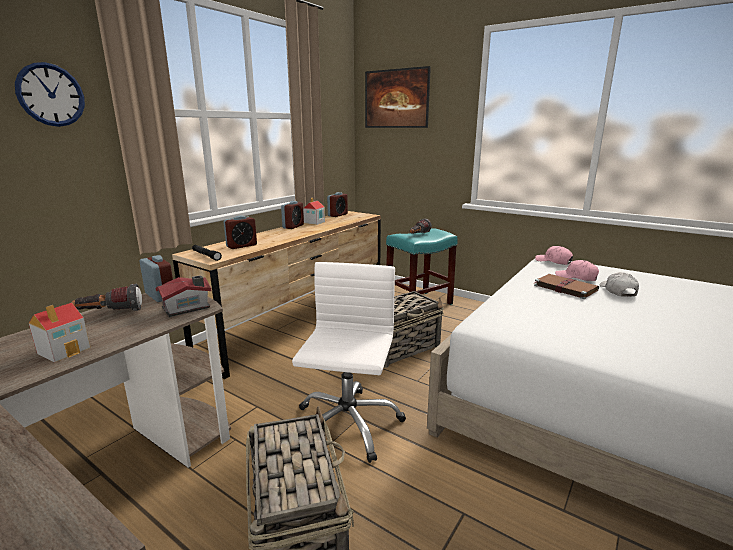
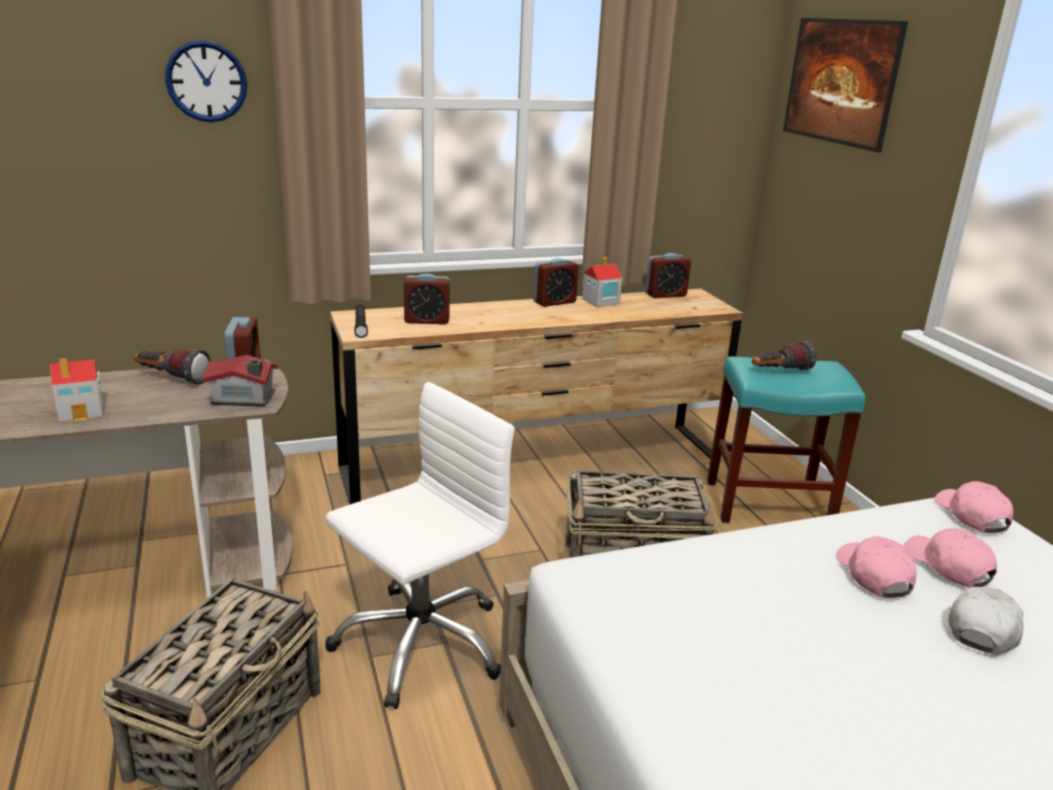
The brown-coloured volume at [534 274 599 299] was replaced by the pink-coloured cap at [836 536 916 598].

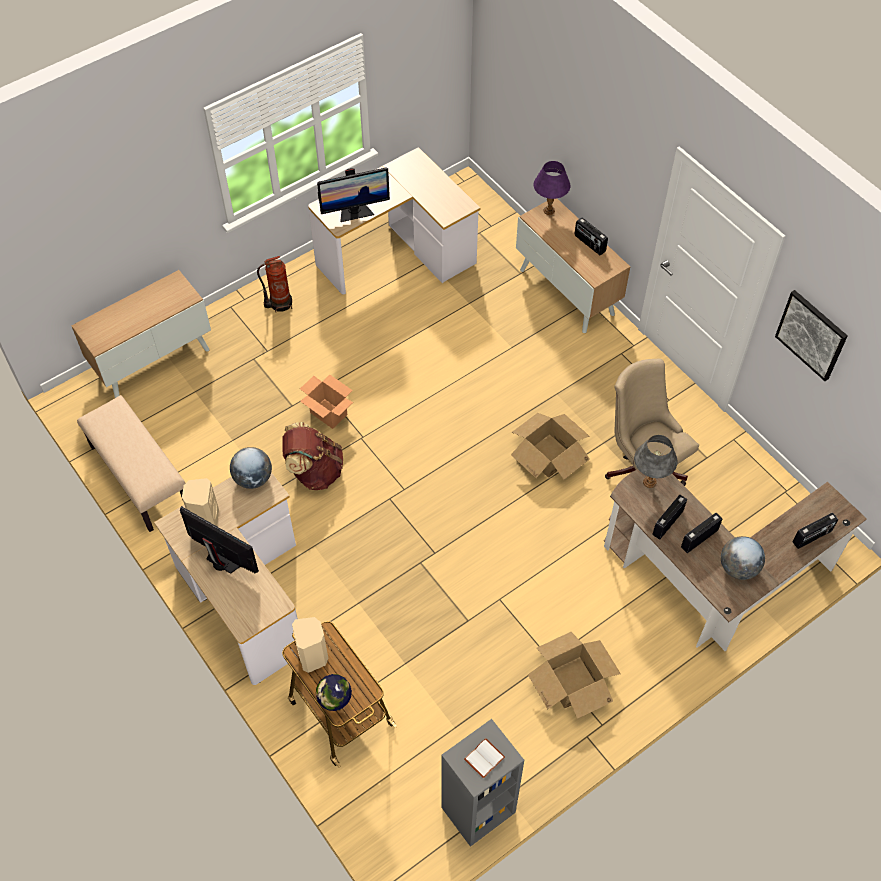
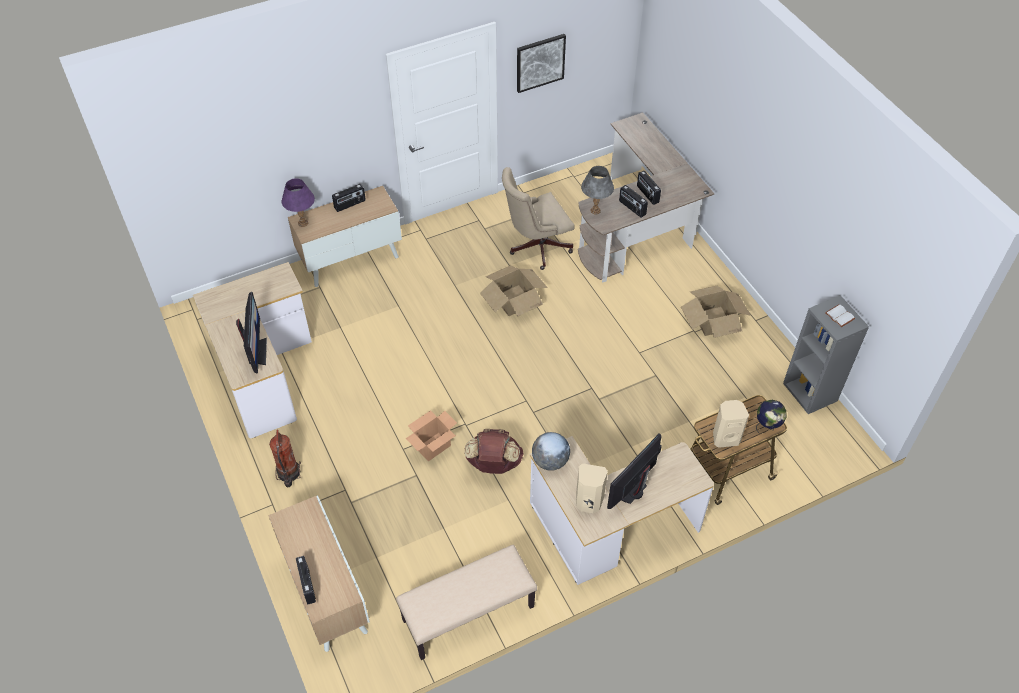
The radio set moved from [792 513 838 549] to [296 556 316 605]. The desk globe at [721 536 765 580] disappeared.

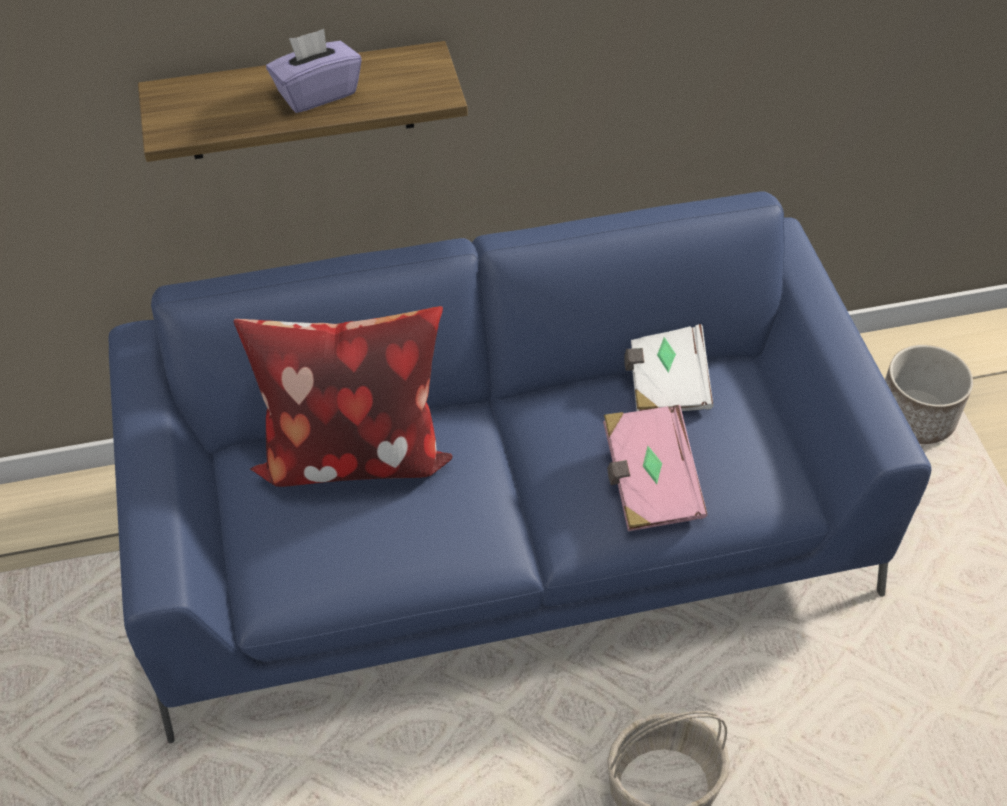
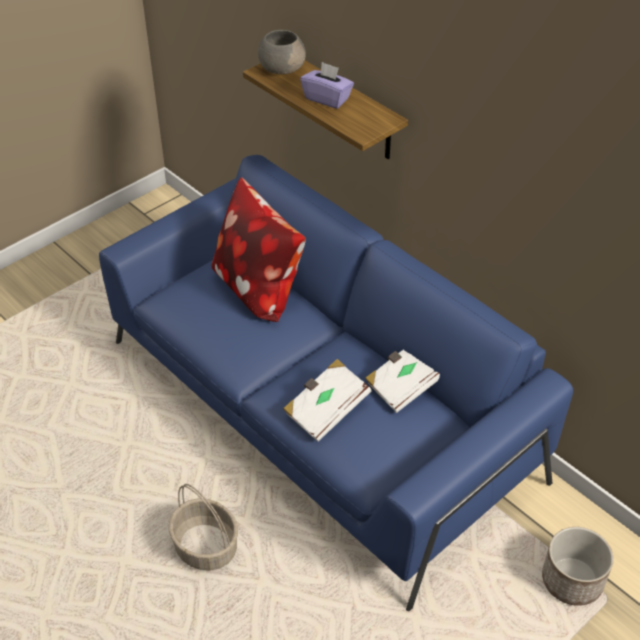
The grey deep dish at [258 30 306 74] appeared. The pink-coloured volume at [603 405 708 531] became the whitish volume at [283 359 372 442].

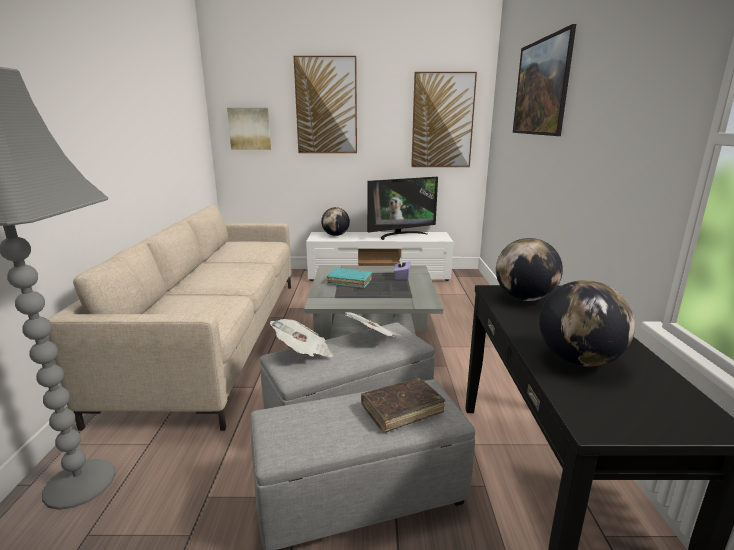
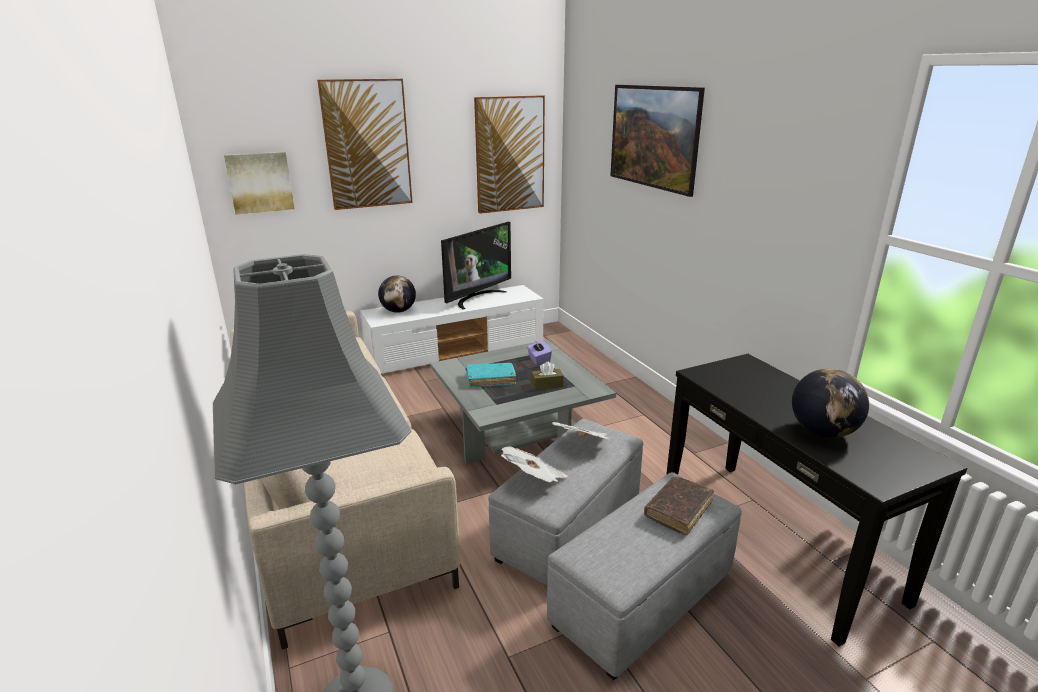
The brown-coloured tissue box at [531 362 564 390] appeared. The desk globe at [496 238 563 301] disappeared.

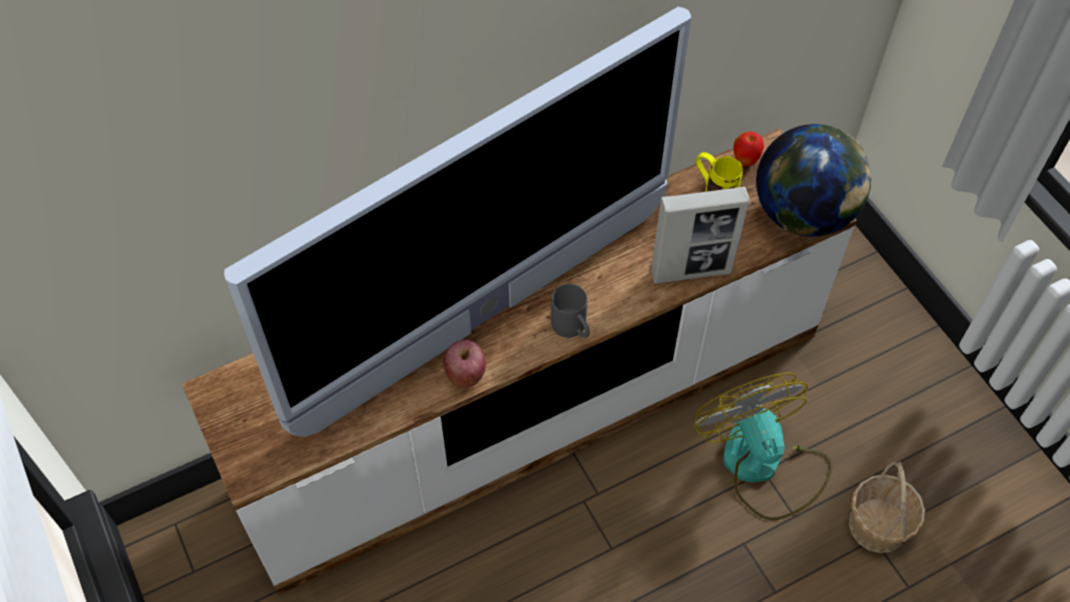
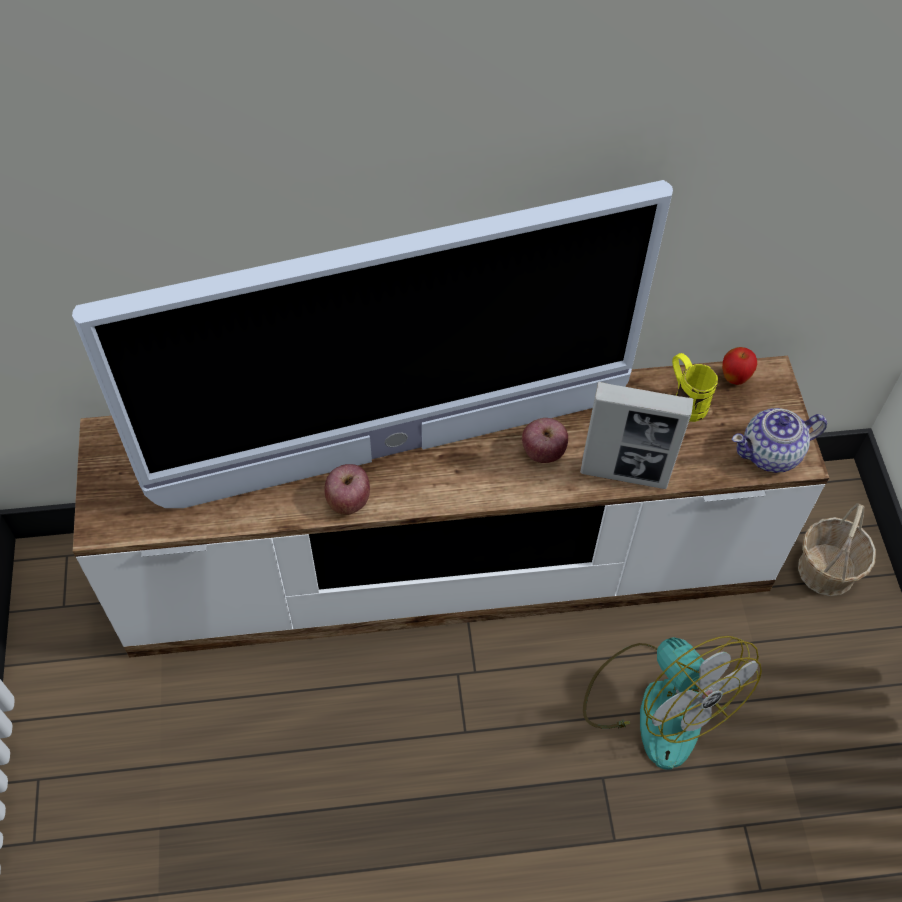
The whole apple at [522 418 568 463] appeared. The cooling fan at [694 373 833 521] turned 150 degrees clockwise. The desk globe at [756 124 871 237] was replaced by the teapot at [732 408 827 473]. The basket moved from [849 462 925 553] to [798 503 876 596]. The grey tea mug at [551 284 590 338] disappeared.

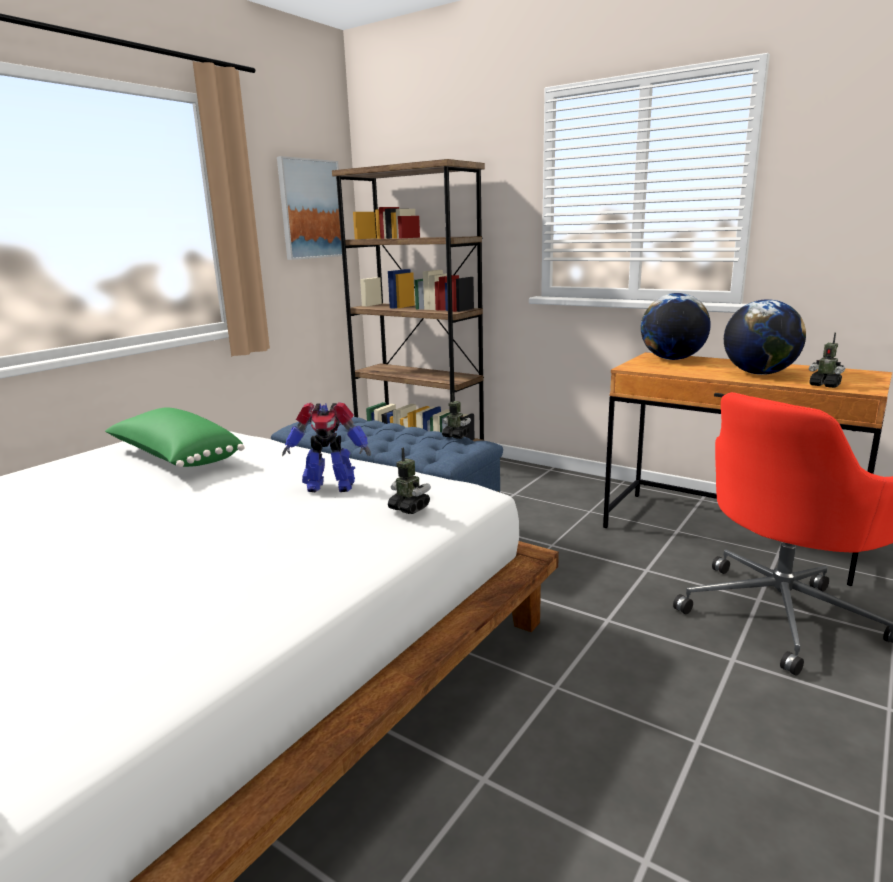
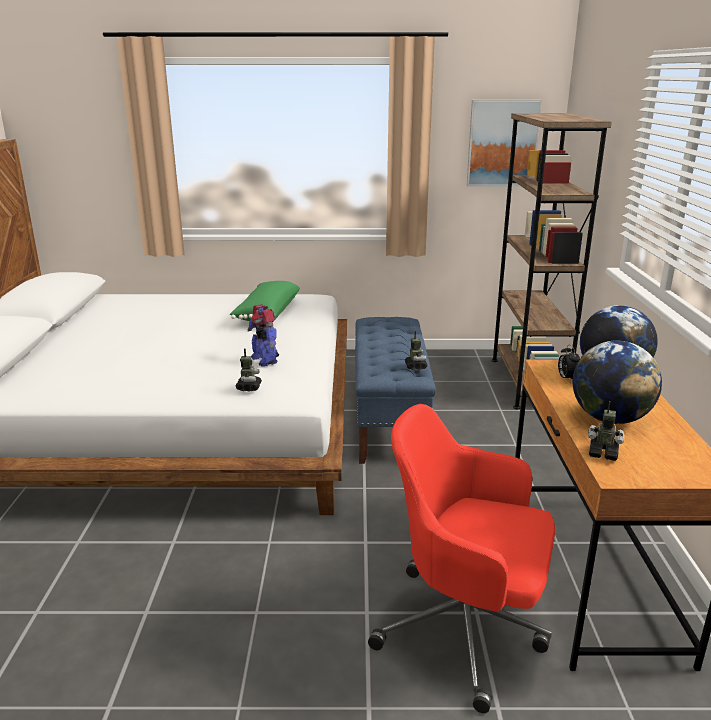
The table clock at [558 345 580 381] appeared. The robot figure at [809 332 845 388] turned 105 degrees clockwise.

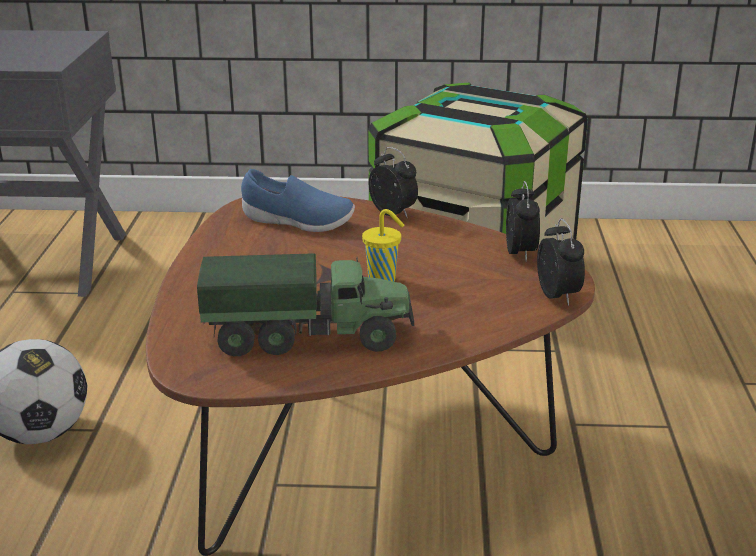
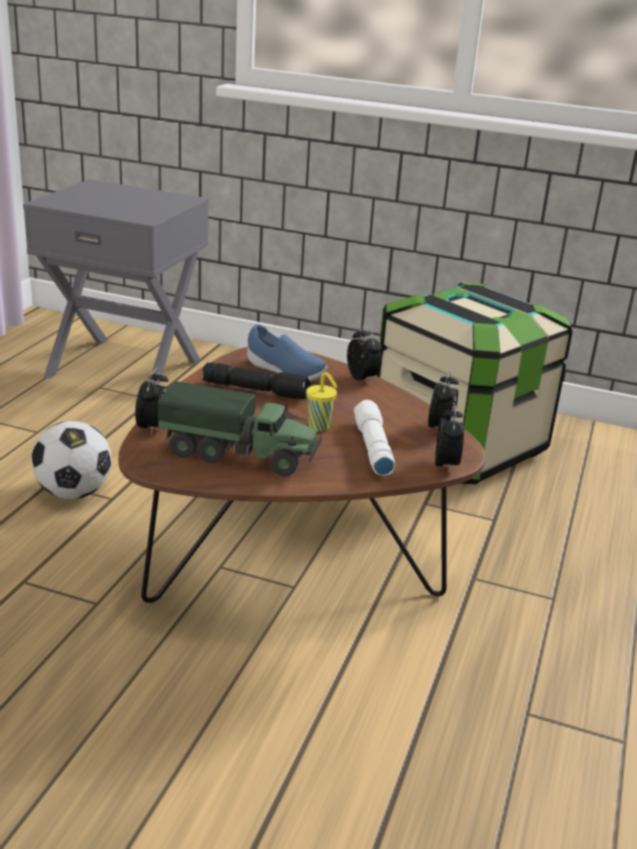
The table clock at [135 368 169 436] appeared. The black hand torch at [202 362 312 399] appeared. The whitish hand torch at [354 400 395 475] appeared.

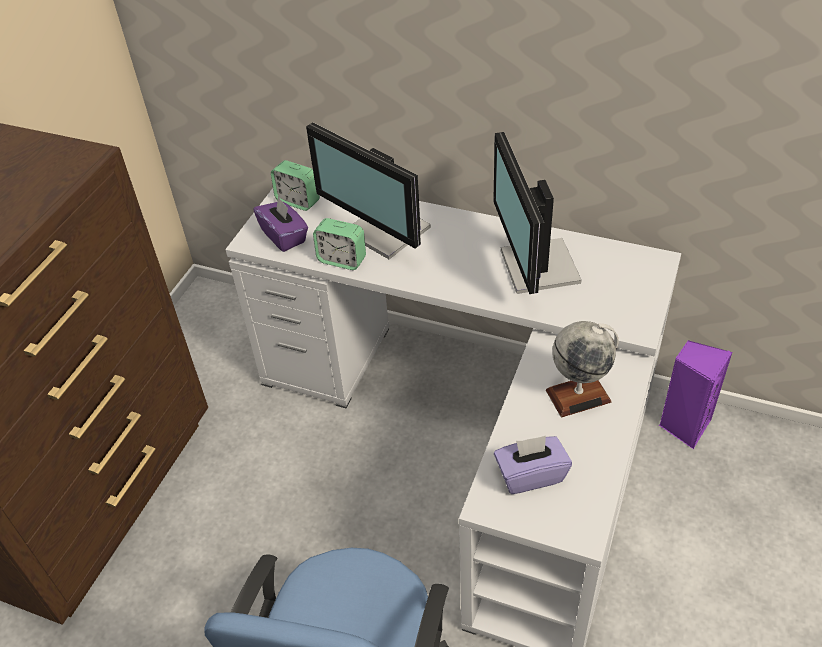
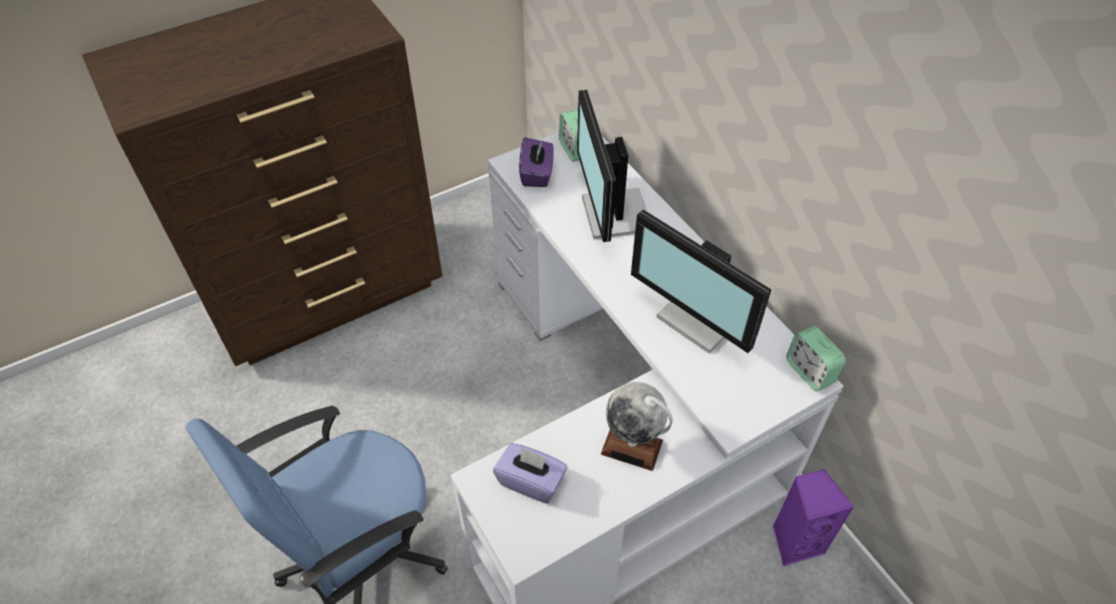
The computer screen at [493 132 581 294] turned 75 degrees counterclockwise. The table clock moved from [313 218 366 270] to [787 326 846 391].

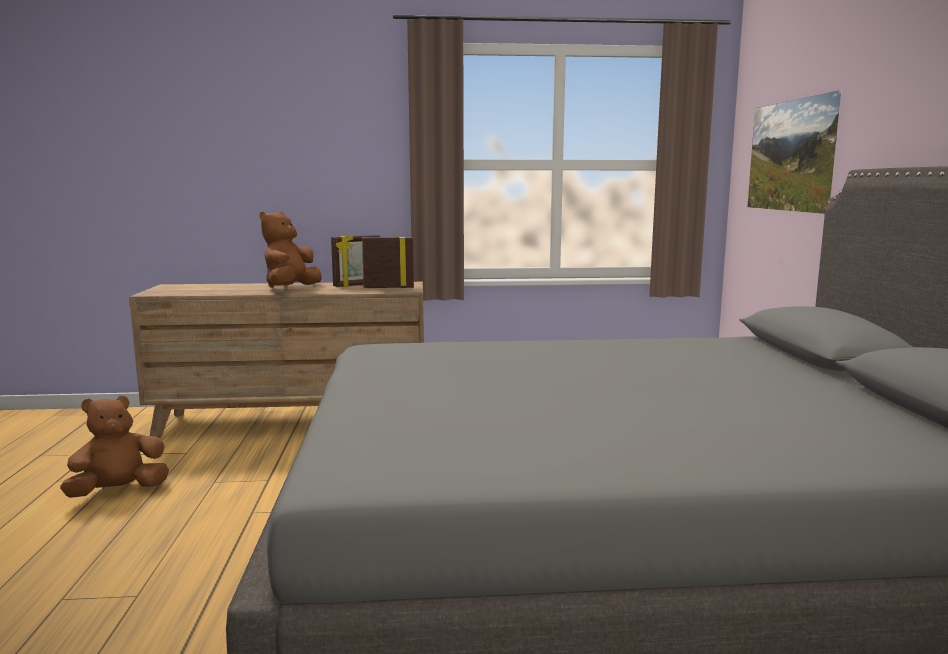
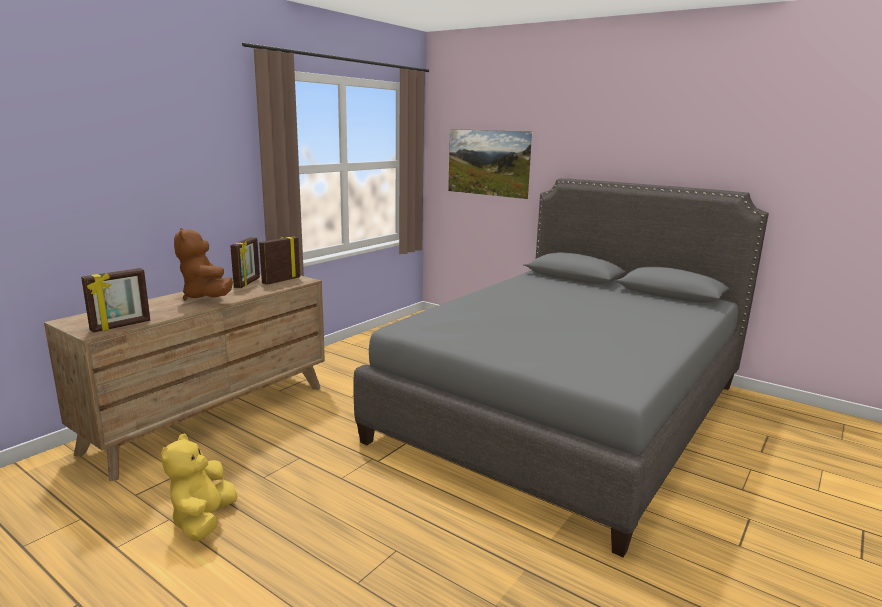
The photo frame at [81 268 150 333] appeared. The brown-coloured plush toy at [60 396 169 498] became the yellow-coloured plush toy at [161 433 237 541].

